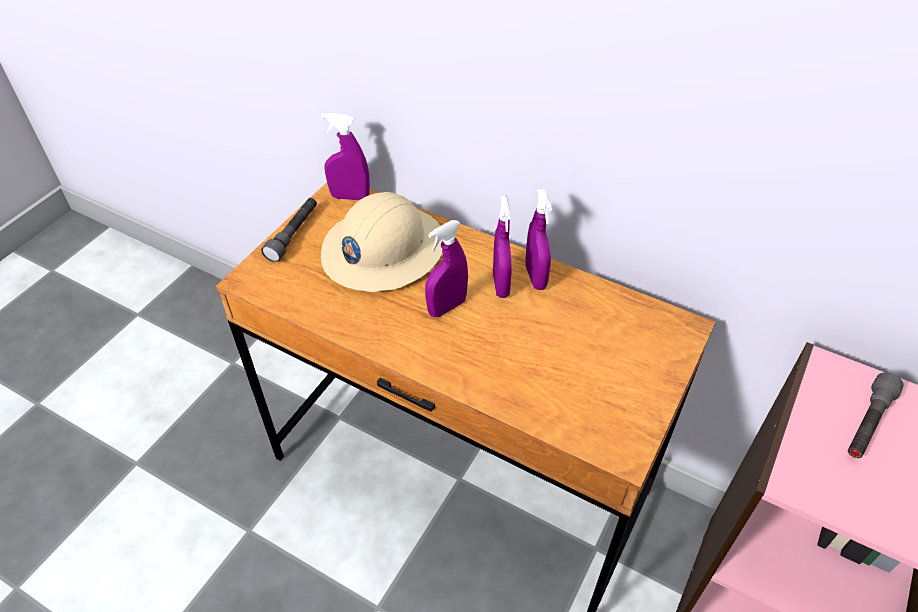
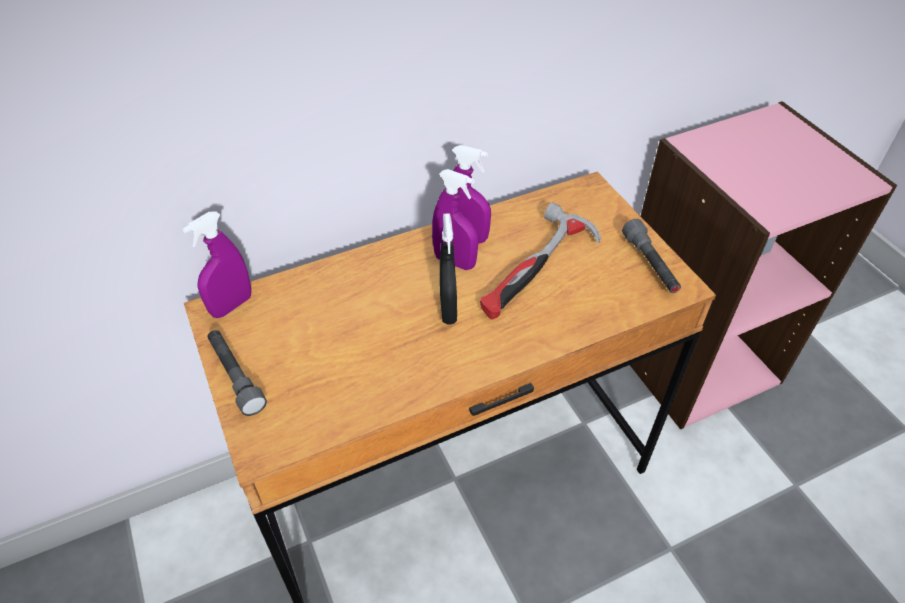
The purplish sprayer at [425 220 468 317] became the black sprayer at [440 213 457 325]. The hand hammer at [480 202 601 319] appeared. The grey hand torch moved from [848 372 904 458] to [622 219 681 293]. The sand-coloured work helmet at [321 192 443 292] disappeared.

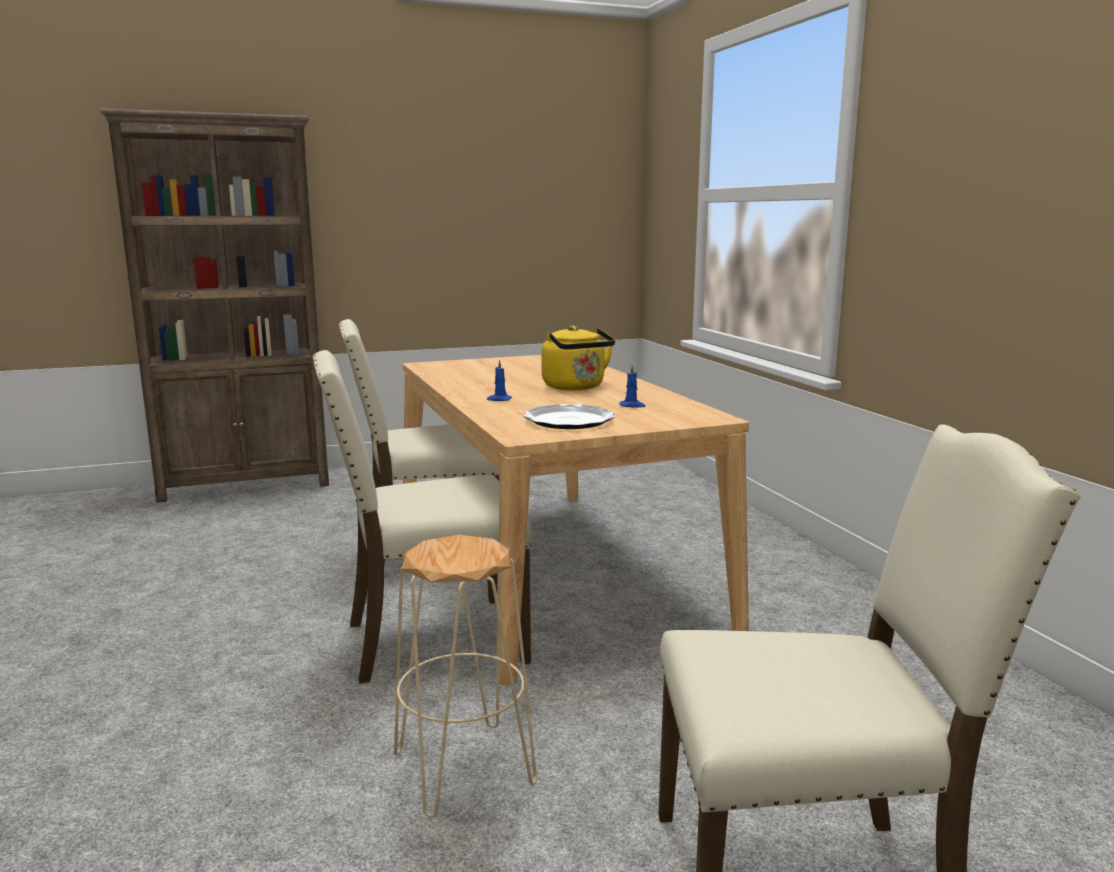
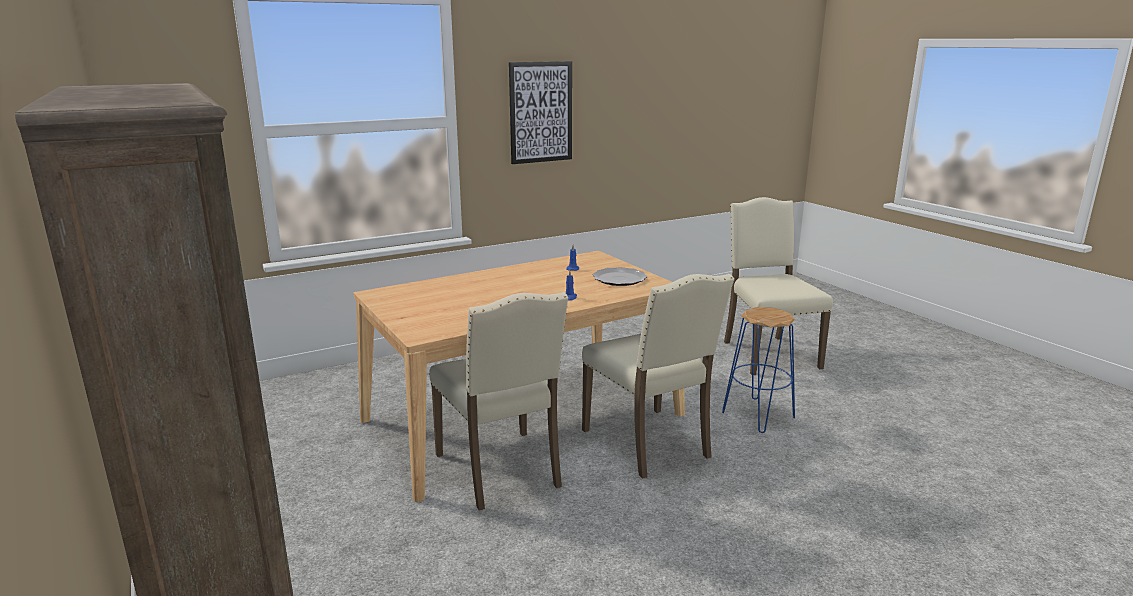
The wall picture at [509 61 572 164] appeared. The sand-coloured stool seat at [394 535 537 818] became the blue stool seat at [722 307 795 433]. The yellow-coloured kettle at [542 325 615 390] disappeared.

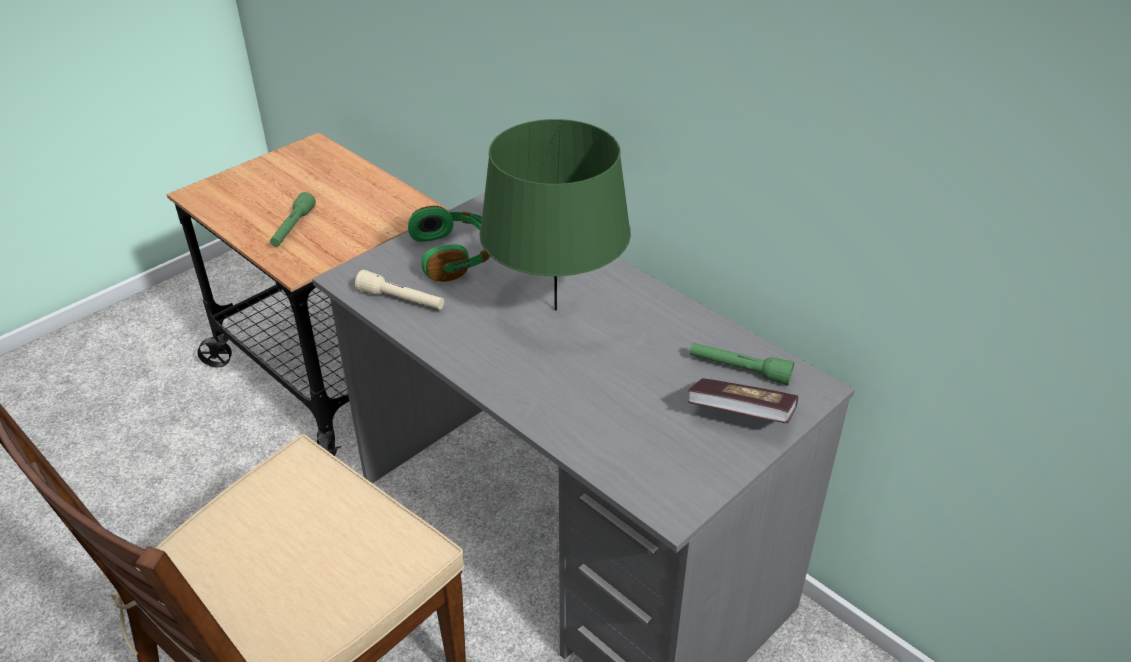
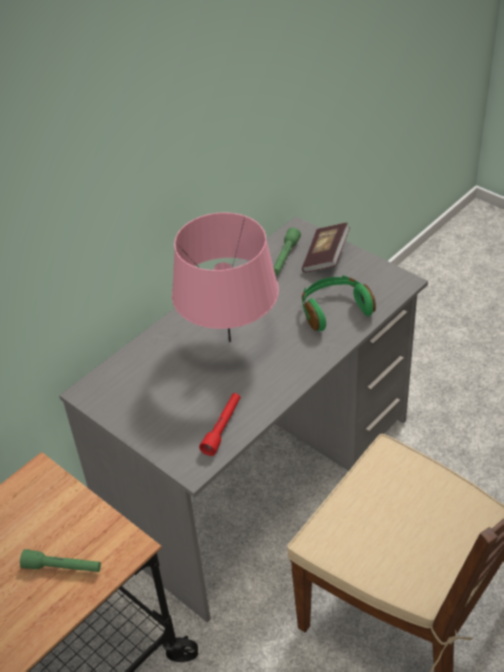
The green-coloured lamp for a table at [479 119 631 311] became the pink-coloured lamp for a table at [172 212 279 342]. The sand-coloured hand torch at [355 270 444 310] became the red-coloured hand torch at [199 393 241 456]. The green-coloured headphones moved from [408 206 491 282] to [302 275 376 331].

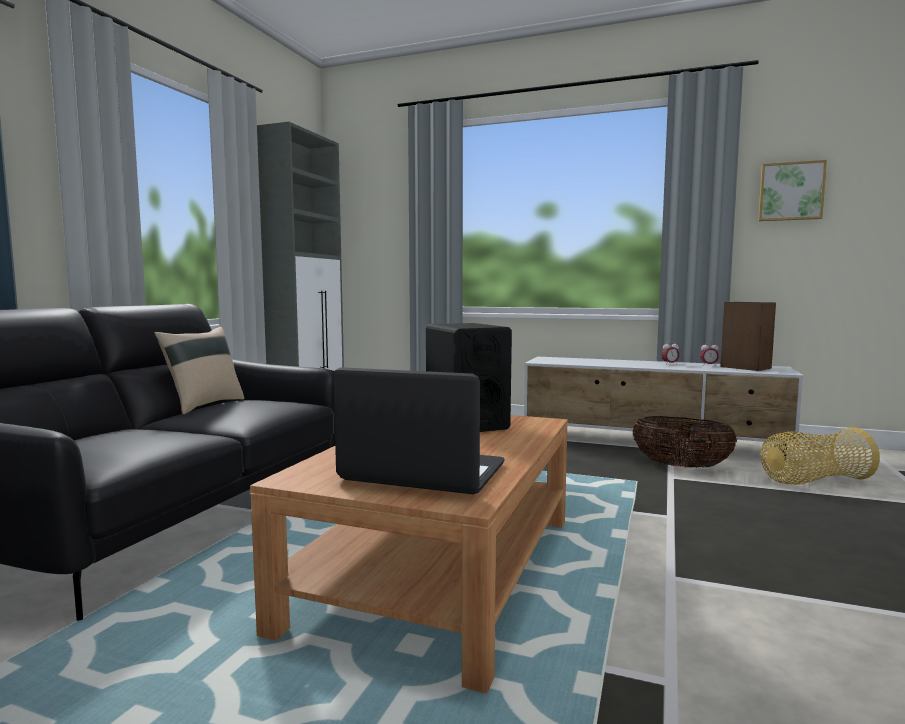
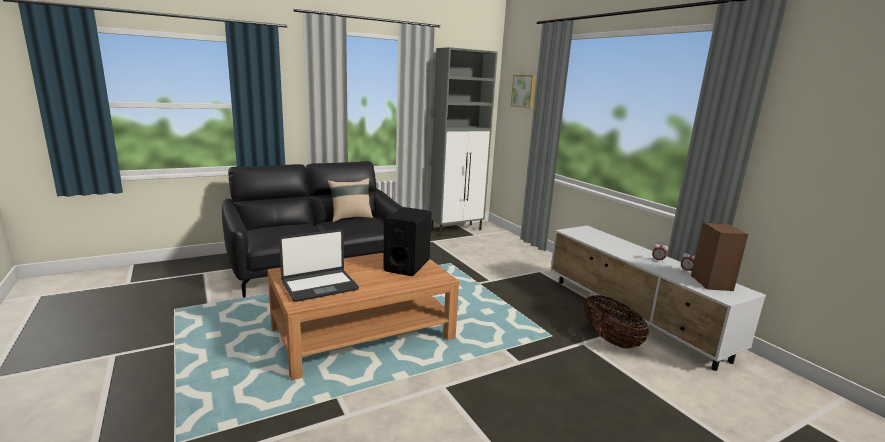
The notebook computer at [334 367 505 494] turned 90 degrees clockwise. The wall picture moved from [758 160 827 221] to [511 75 536 108]. The basket at [760 427 880 485] disappeared.

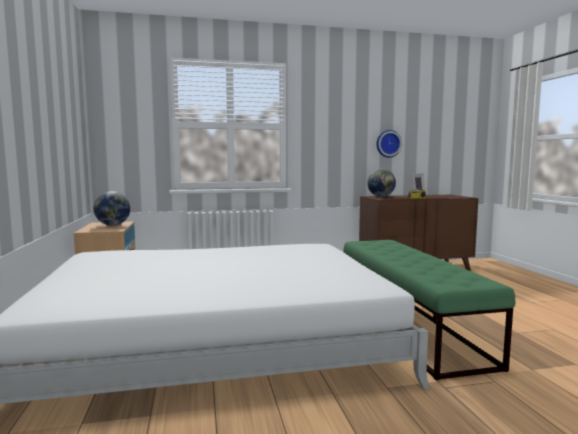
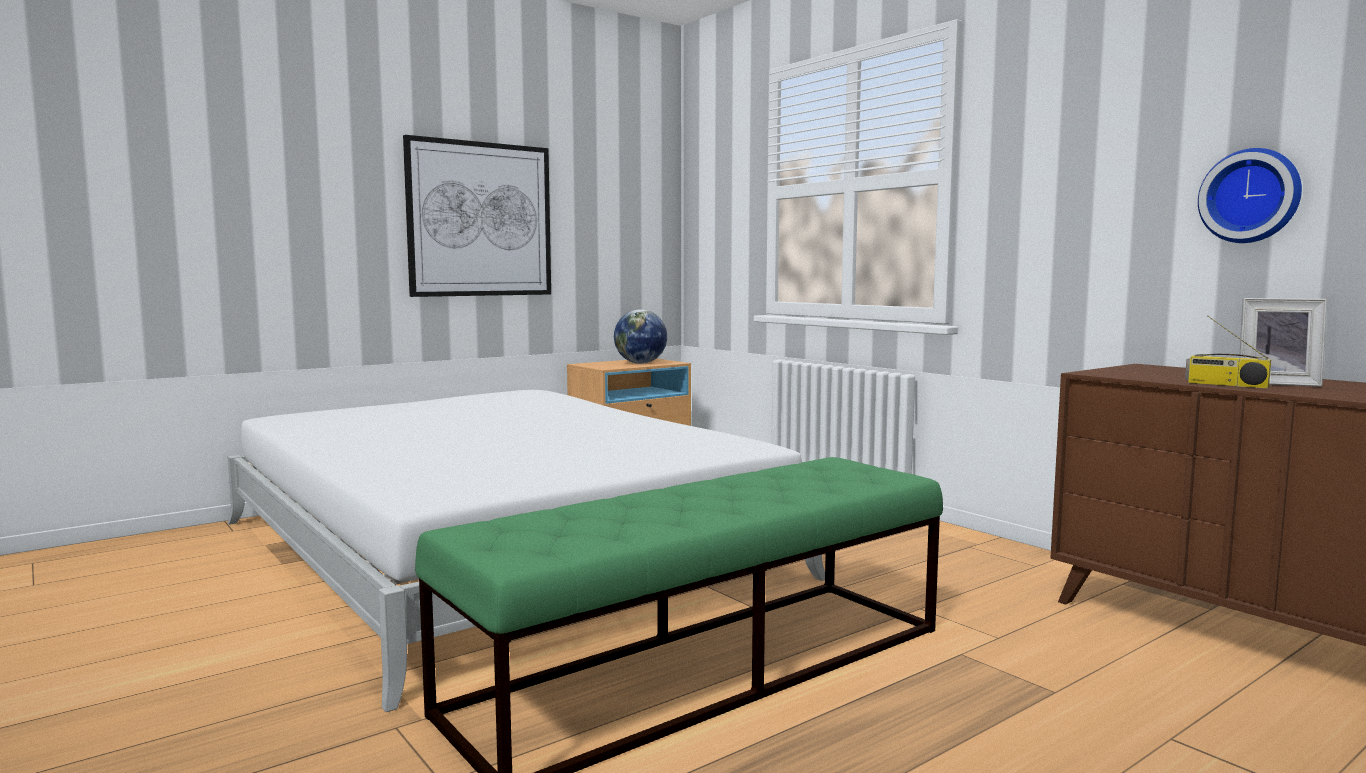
The wall picture at [403 135 551 297] appeared. The desk globe at [367 169 396 197] disappeared.

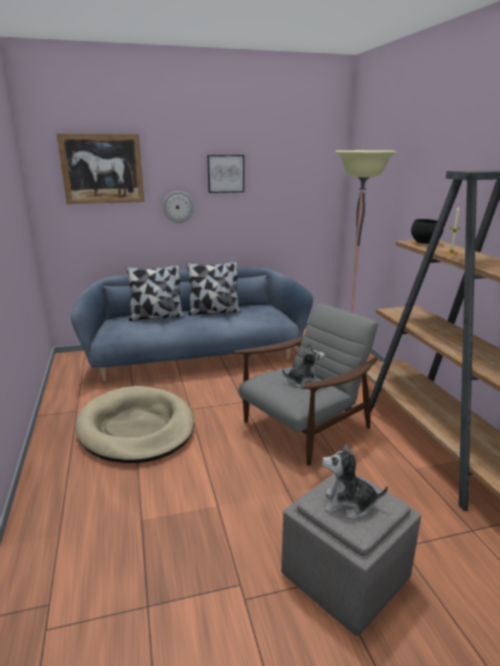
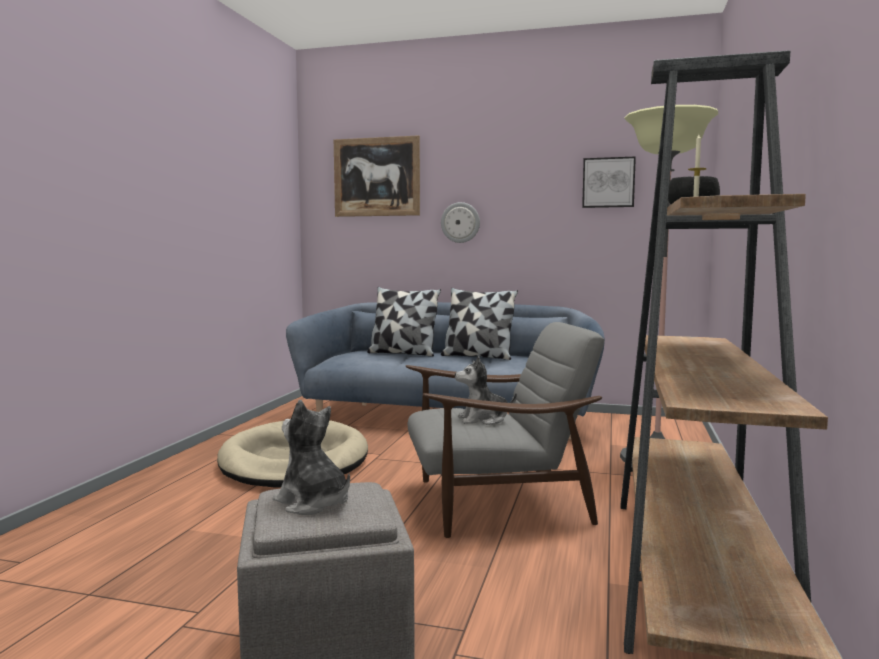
The plush toy at [282 342 325 389] turned 150 degrees clockwise. The wall picture moved from [207 155 244 193] to [582 156 636 208].

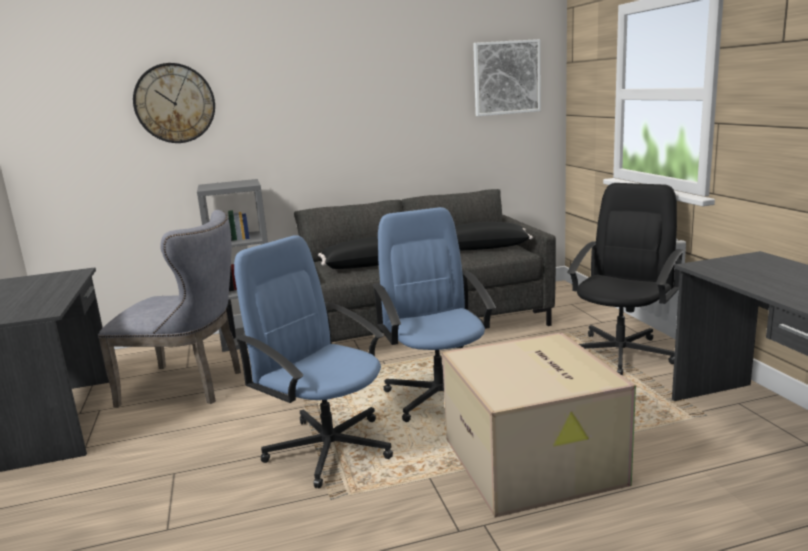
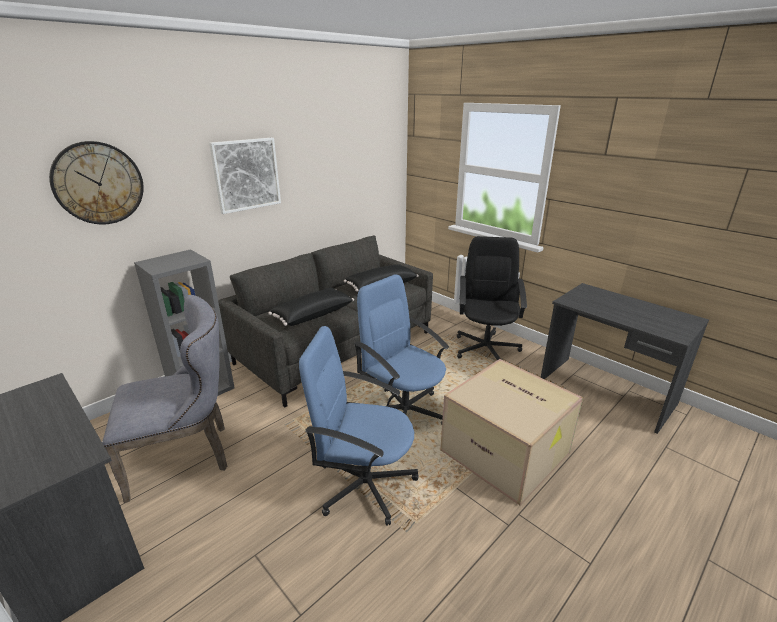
The wall picture moved from [473 39 541 116] to [209 138 281 214].

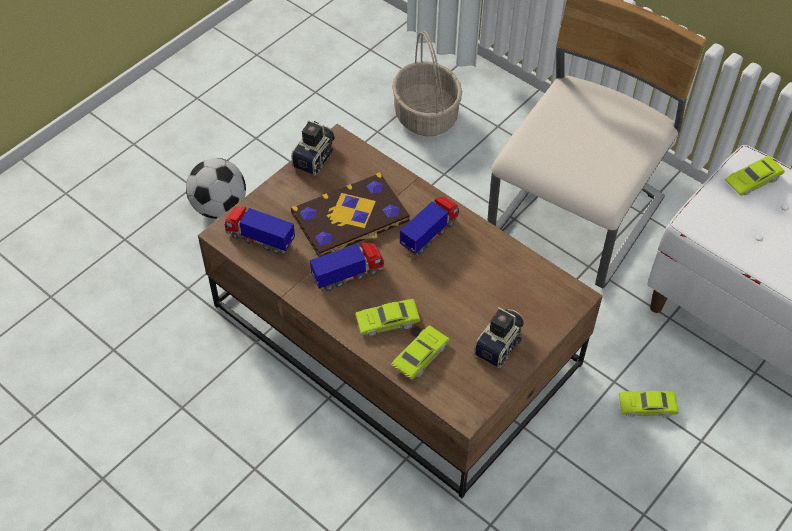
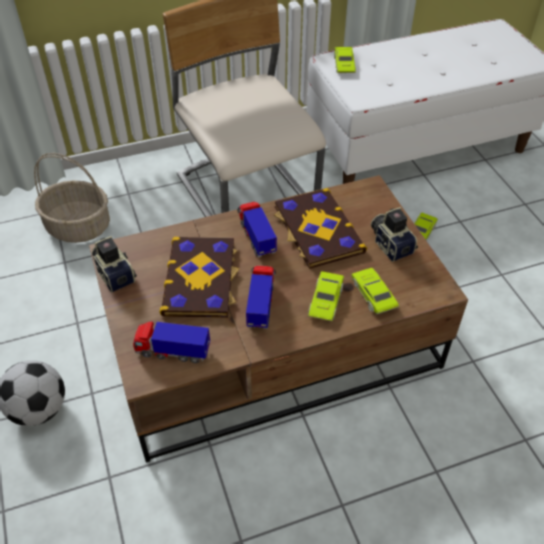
The model truck at [225 206 295 254] turned 45 degrees clockwise. The volume at [274 188 367 269] appeared.

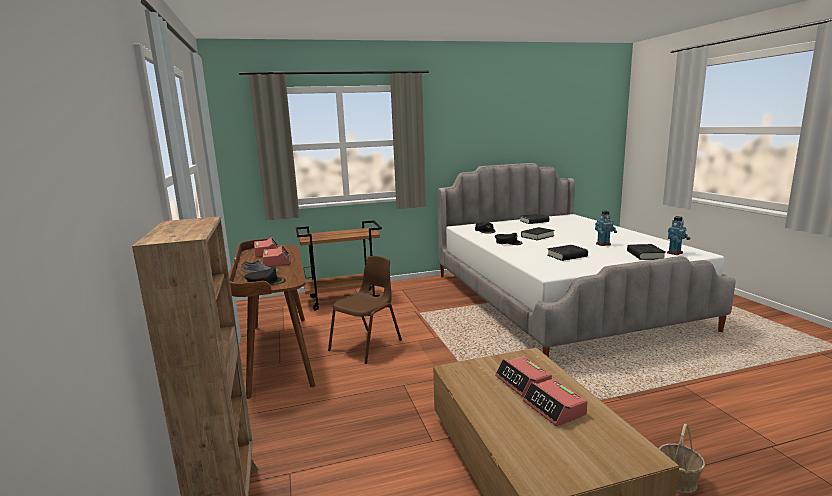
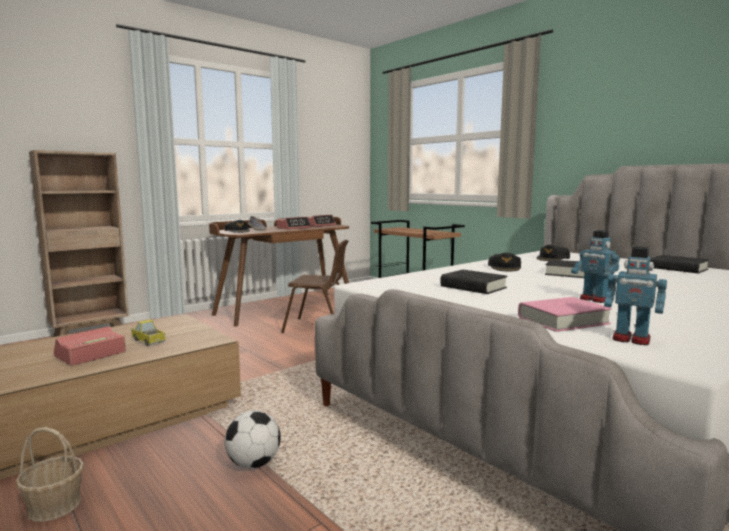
The table clock at [495 356 552 397] was replaced by the model truck at [131 319 166 346]. The football at [225 411 281 468] appeared. The black volume at [627 244 666 260] became the pink-coloured volume at [518 297 612 332].

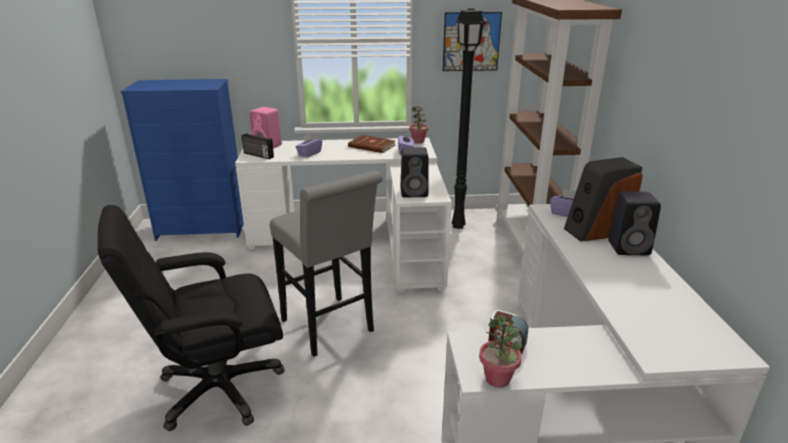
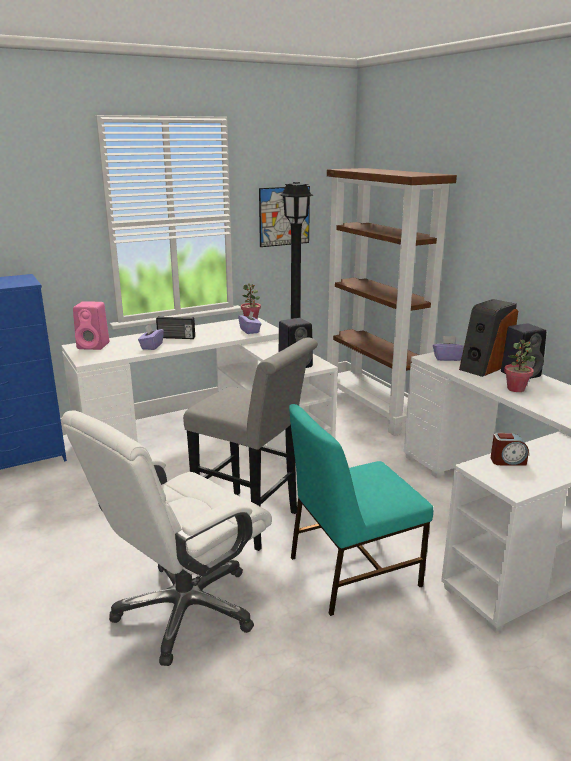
The black desk chair at [98 205 285 431] became the whitish desk chair at [62 410 272 666]. The radio set moved from [242 133 274 159] to [156 316 195 339]. The turquoise plain chair at [289 404 433 616] appeared. The houseplant moved from [479 314 522 388] to [504 340 535 392]. The brown-coloured volume at [348 135 395 153] disappeared.

